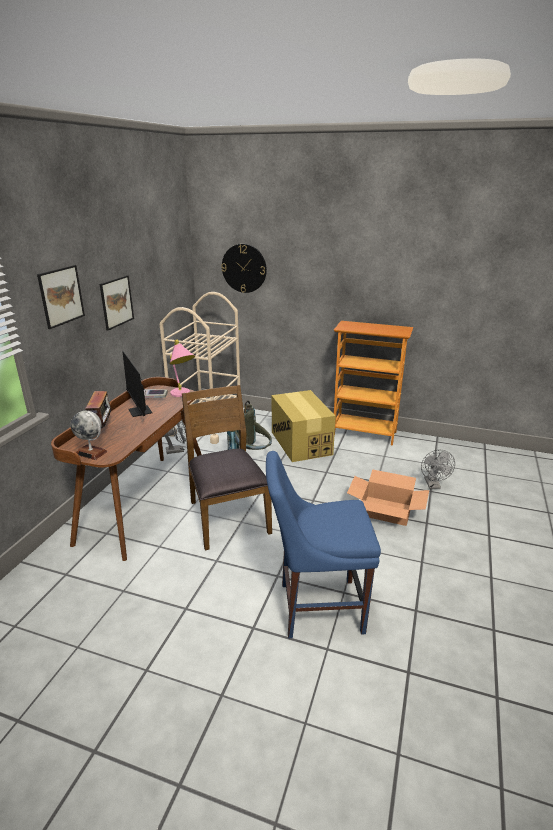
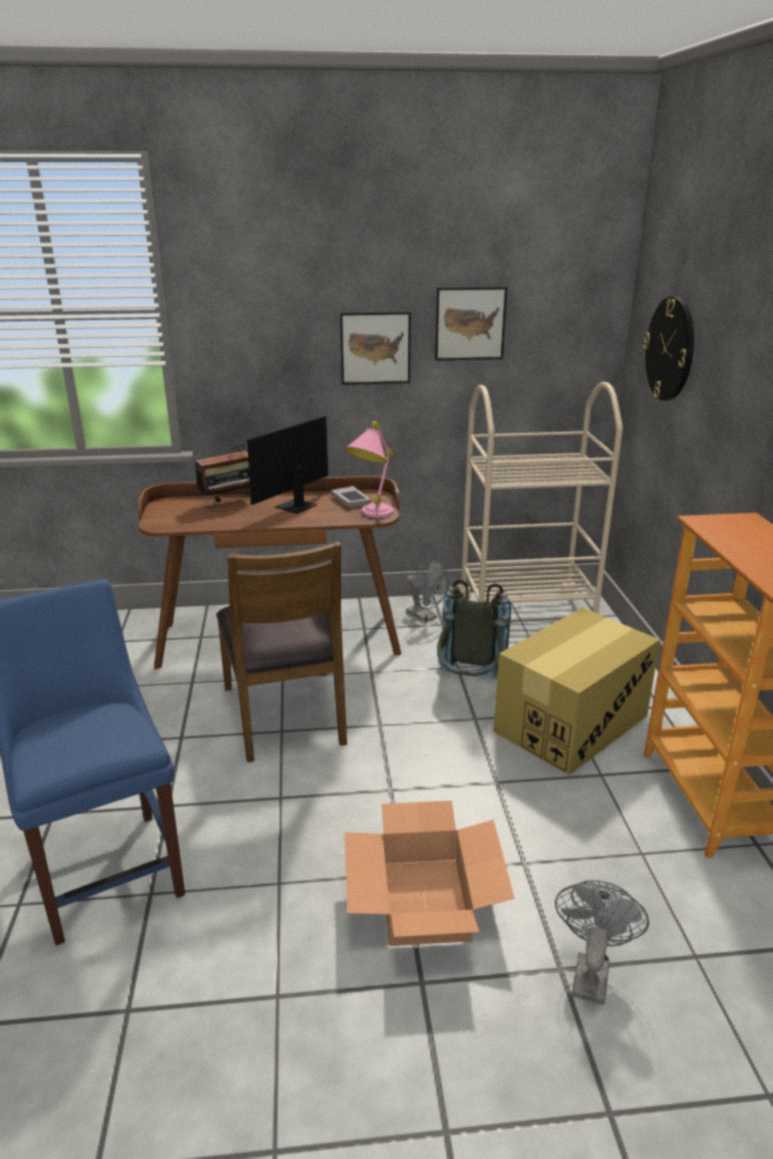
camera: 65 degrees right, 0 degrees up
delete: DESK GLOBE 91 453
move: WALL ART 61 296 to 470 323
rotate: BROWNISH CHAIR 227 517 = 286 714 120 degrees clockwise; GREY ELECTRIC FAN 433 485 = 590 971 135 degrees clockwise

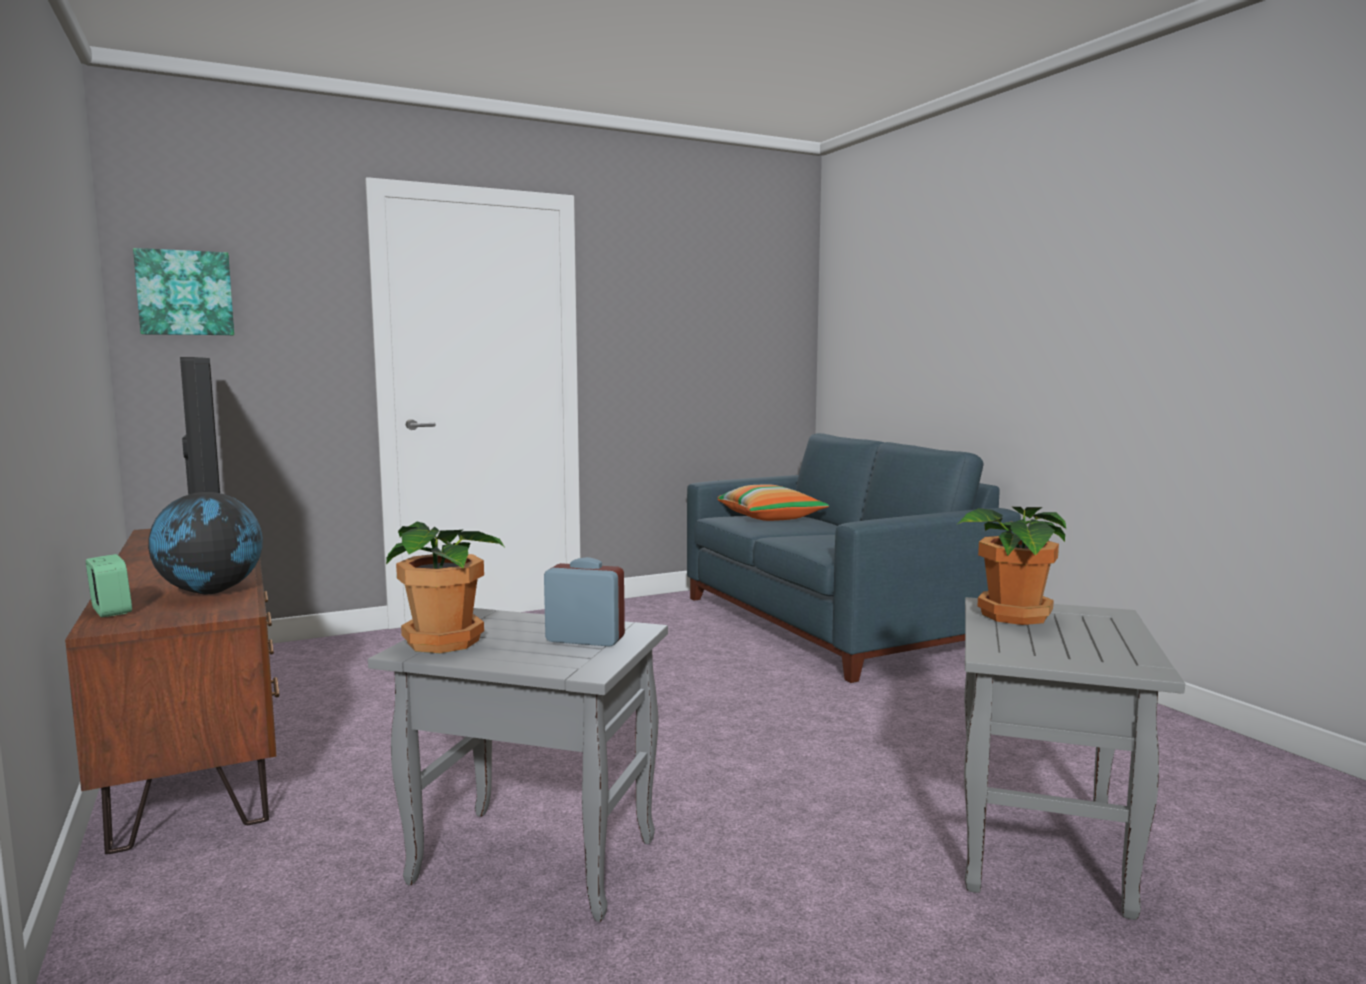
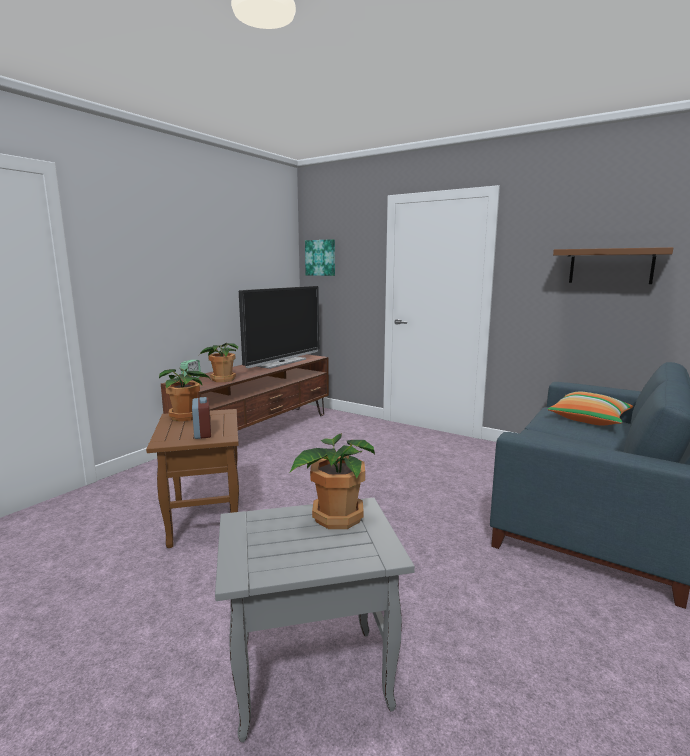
camera: 60 degrees right, 5 degrees up
insert: BROWNISH WALL SHELF 611 266
replace: DESK GLOBE 211 591 to HOUSEPLANT 222 379
recolor: GREY ACCENT TABLE 529 862 to BROWNISH ACCENT TABLE 204 519

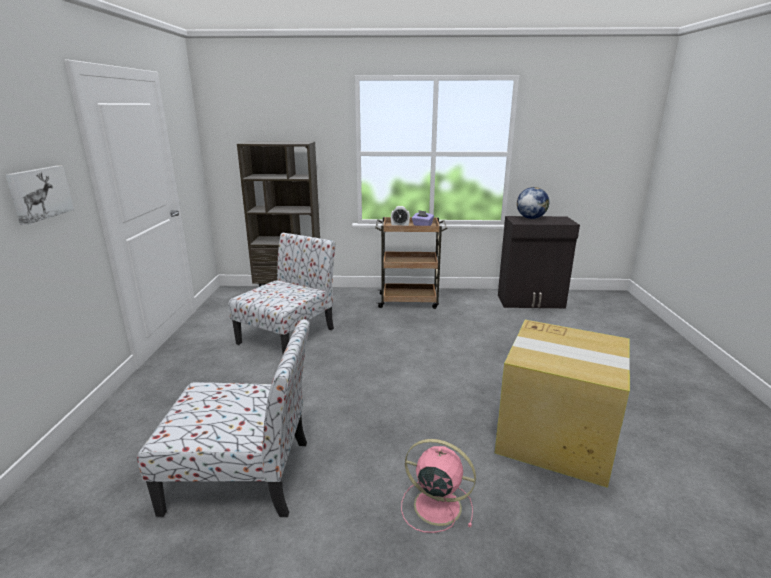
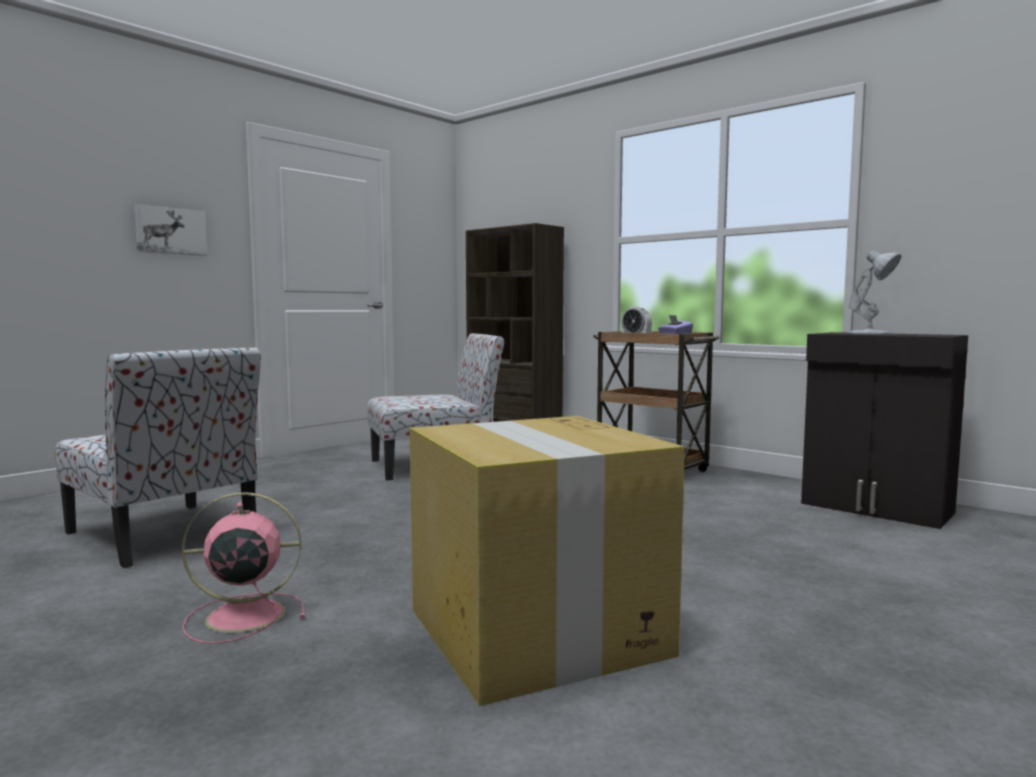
camera: 40 degrees right, 15 degrees down
replace: DESK GLOBE 530 218 to WHITE TABLE LAMP 872 333
rotate: PINK-COLOURED ELECTRIC FAN 435 505 = 242 616 75 degrees counterclockwise

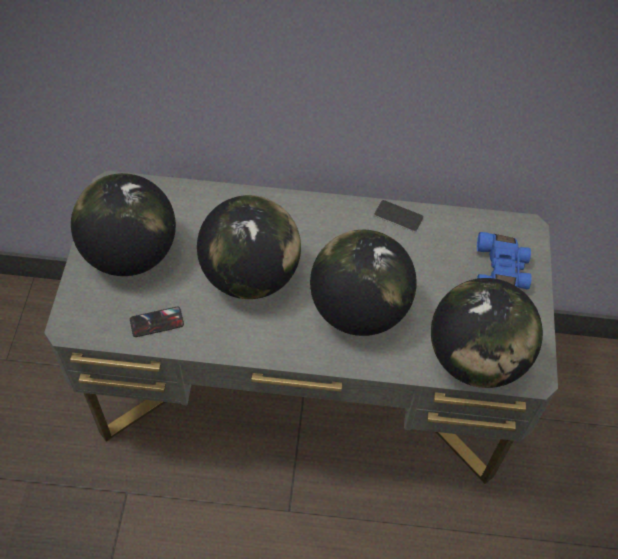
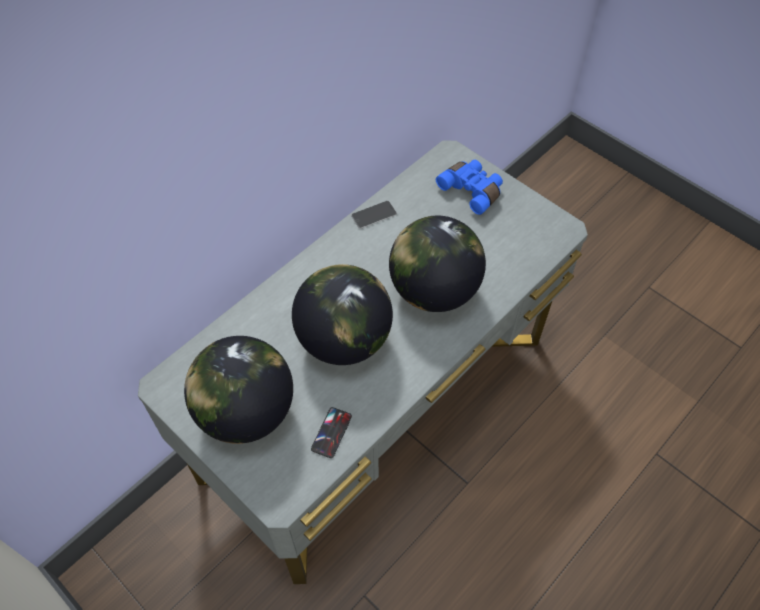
camera: 50 degrees left, 0 degrees up
delete: DESK GLOBE 475 359

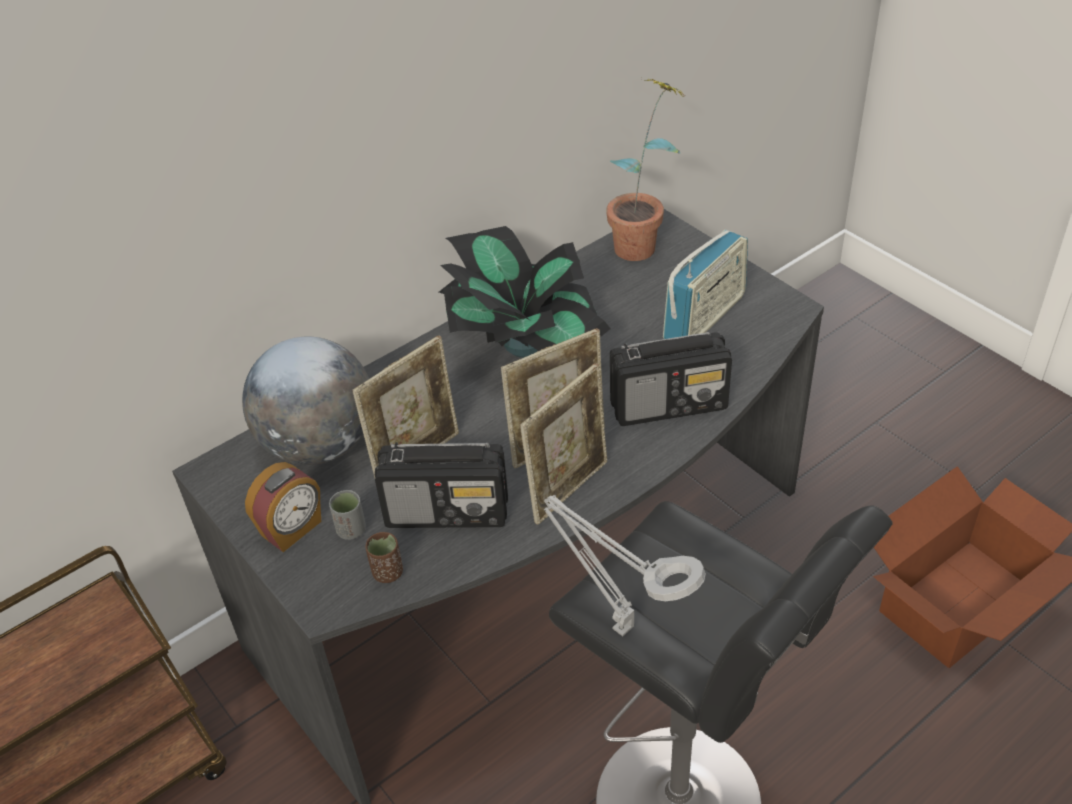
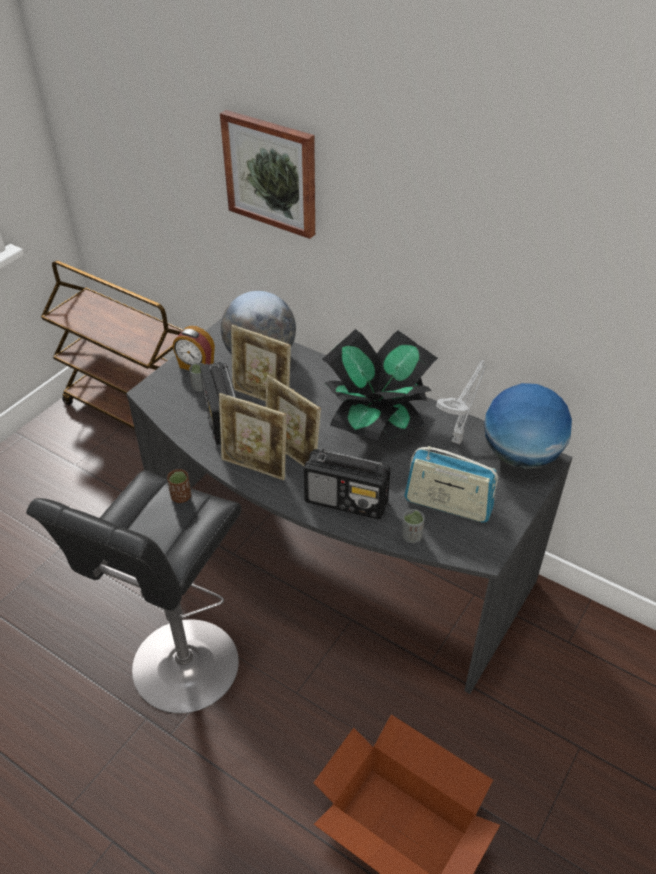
camera: 70 degrees right, 0 degrees up
insert: WALL ART 271 173; GREY CUP 411 536
move: BROWNISH CUP 387 572 to 181 496; GREY TABLE LAMP 618 625 to 458 439
replace: HOUSEPLANT 643 242 to DESK GLOBE 520 456
rotate: RADIO 669 405 = 347 501 45 degrees counterclockwise

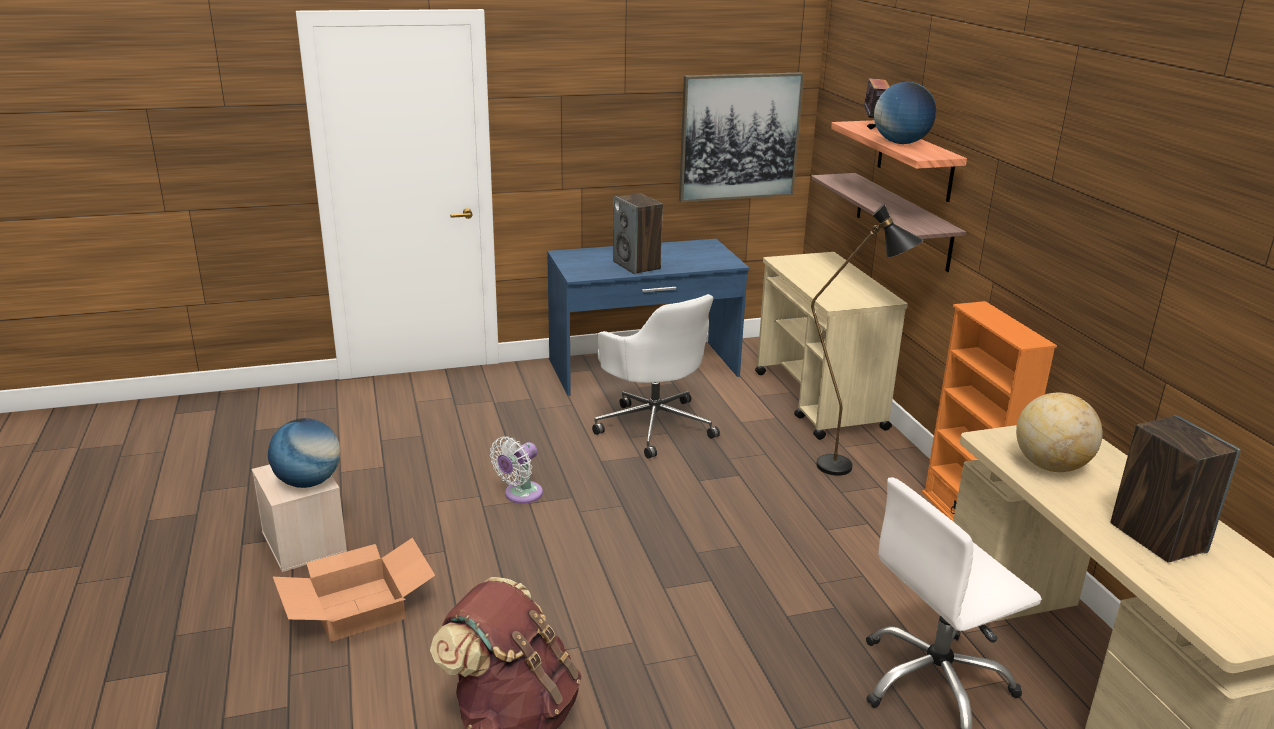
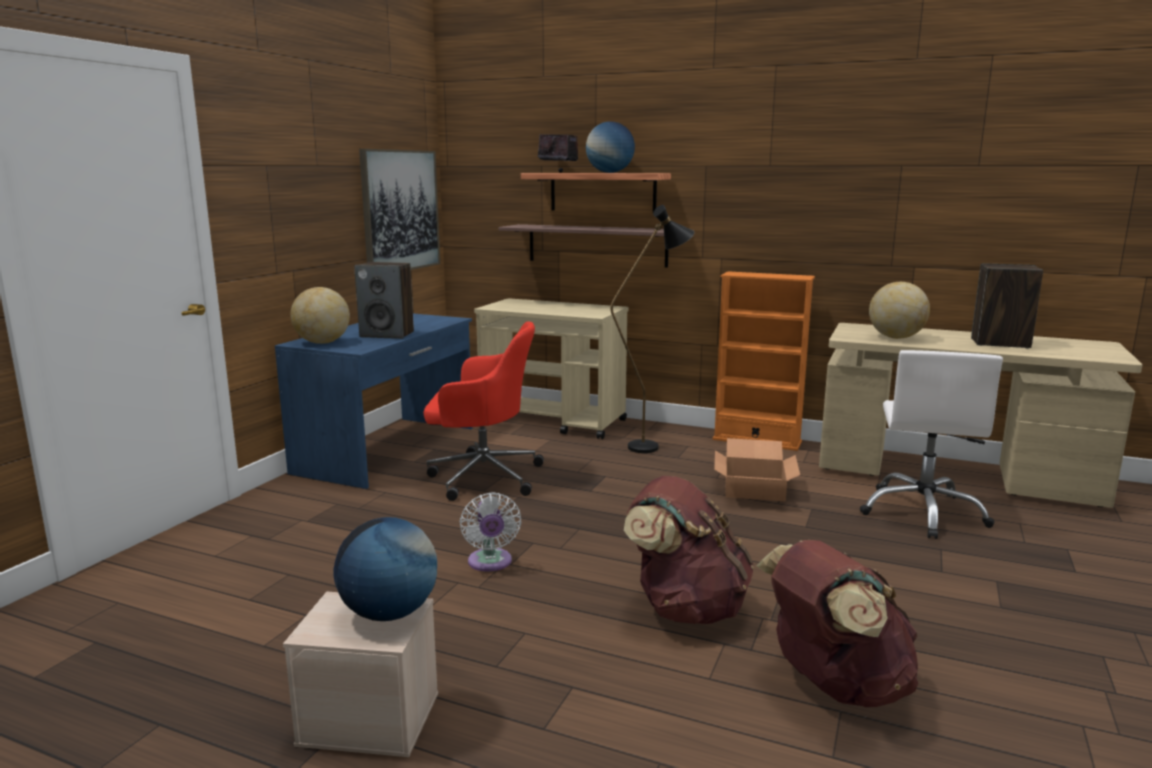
camera: 50 degrees left, 10 degrees down
insert: DESK GLOBE 322 343; BROWNISH RUCKSACK 685 608
move: PACKING BOX 359 607 to 753 487
recolor: WHITE COMPUTER CHAIR 654 425 to RED COMPUTER CHAIR 482 476

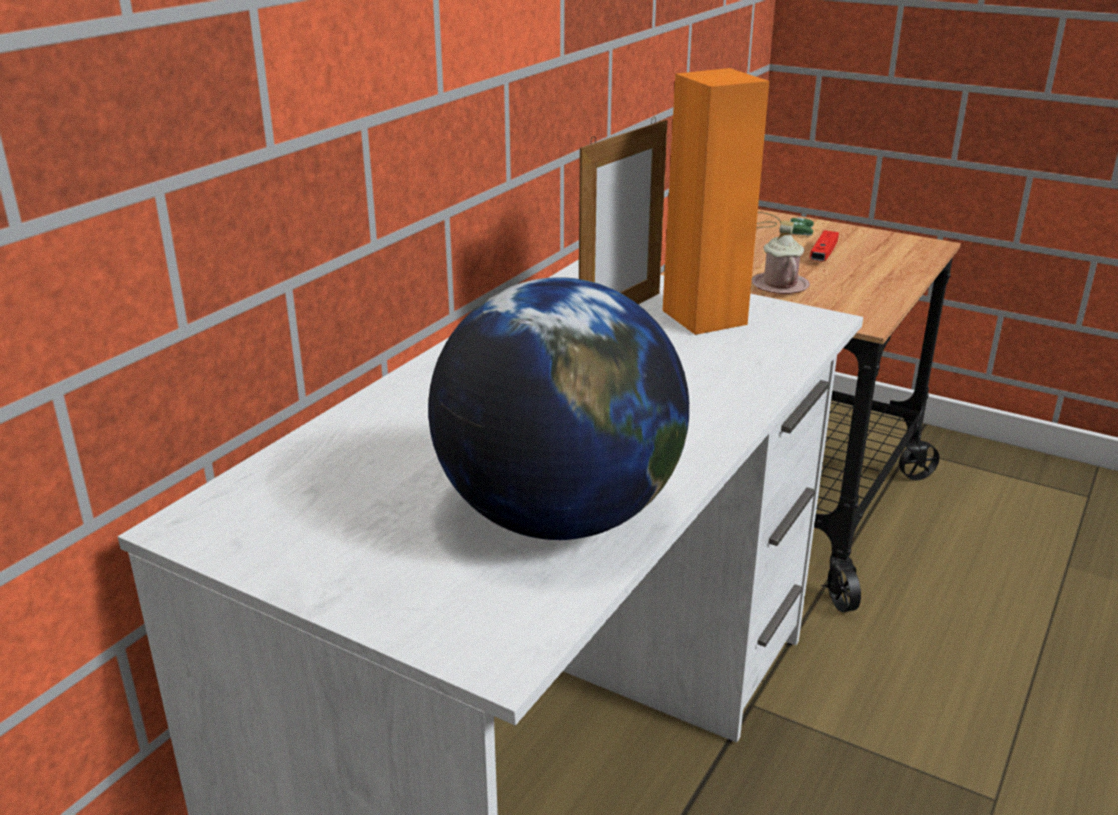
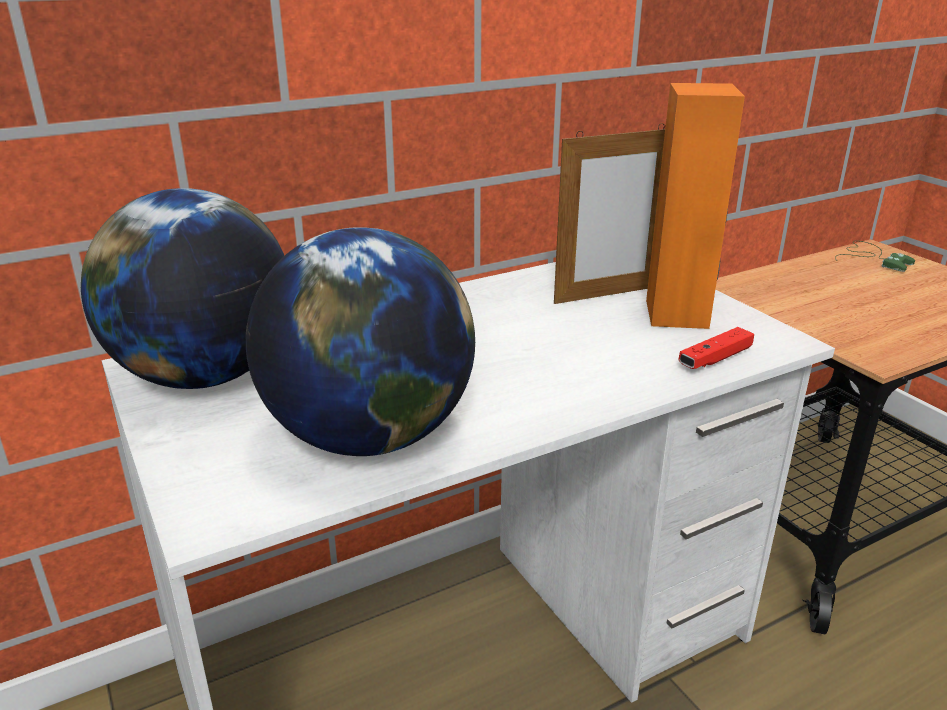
camera: 30 degrees right, 0 degrees up
delete: PINK-COLOURED COFFEE MUG 780 286
insert: DESK GLOBE 205 376
move: RED GAMEPAD 823 254 to 715 359

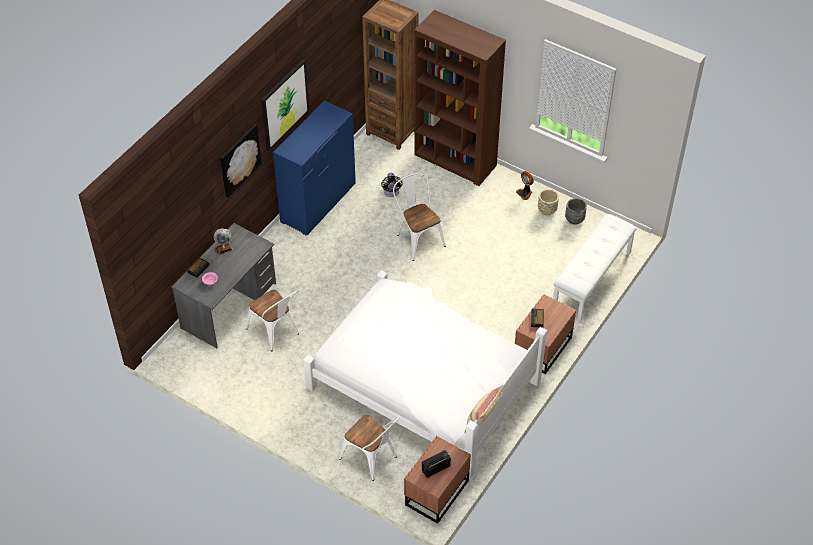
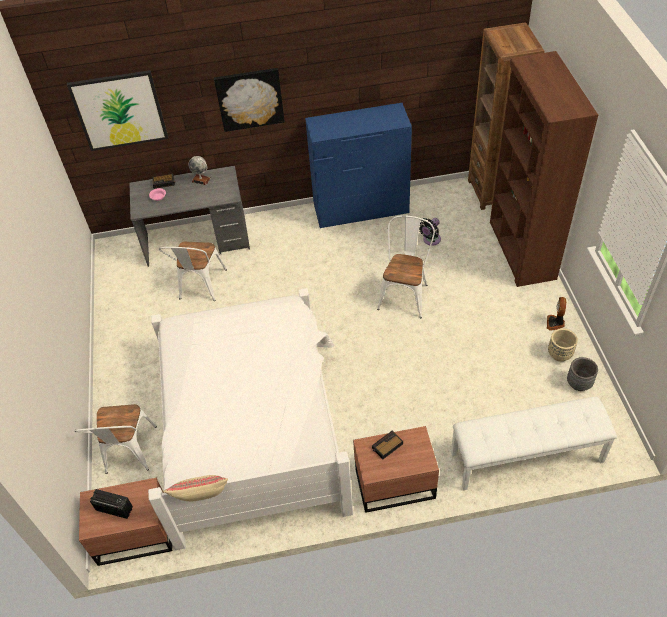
camera: 50 degrees right, 0 degrees up
move: WALL ART 284 104 to 119 110

